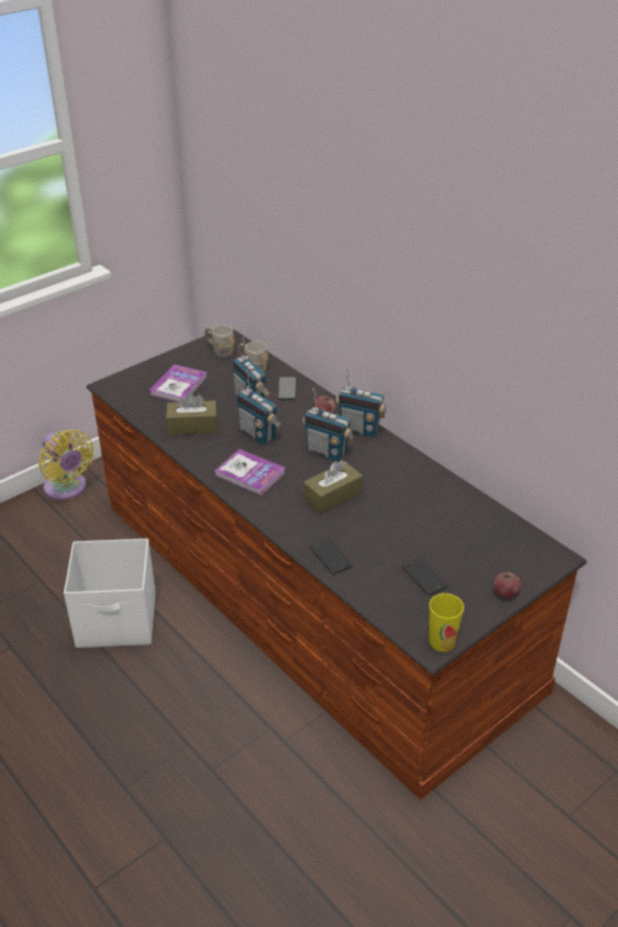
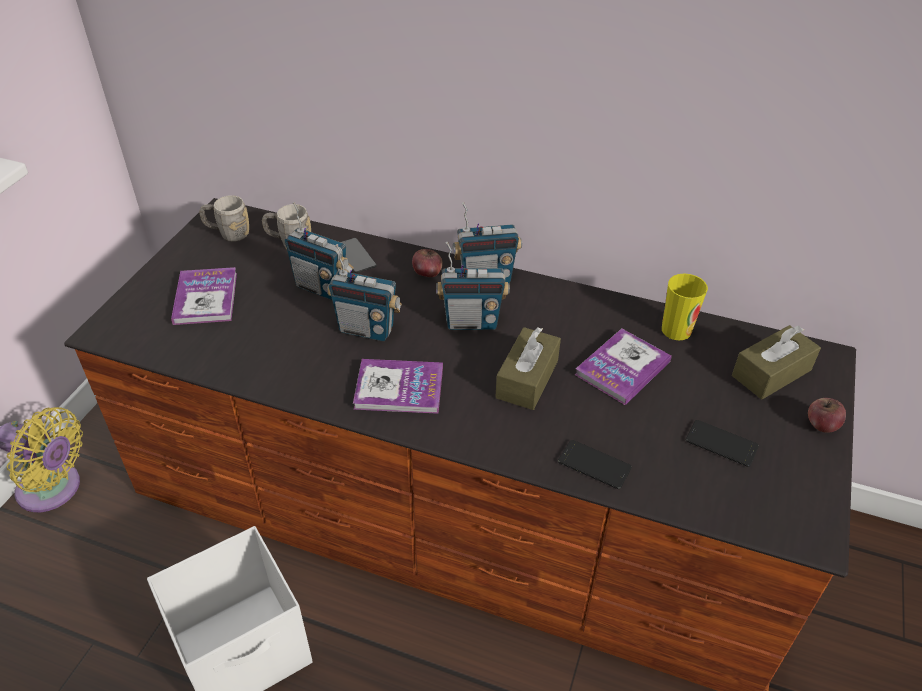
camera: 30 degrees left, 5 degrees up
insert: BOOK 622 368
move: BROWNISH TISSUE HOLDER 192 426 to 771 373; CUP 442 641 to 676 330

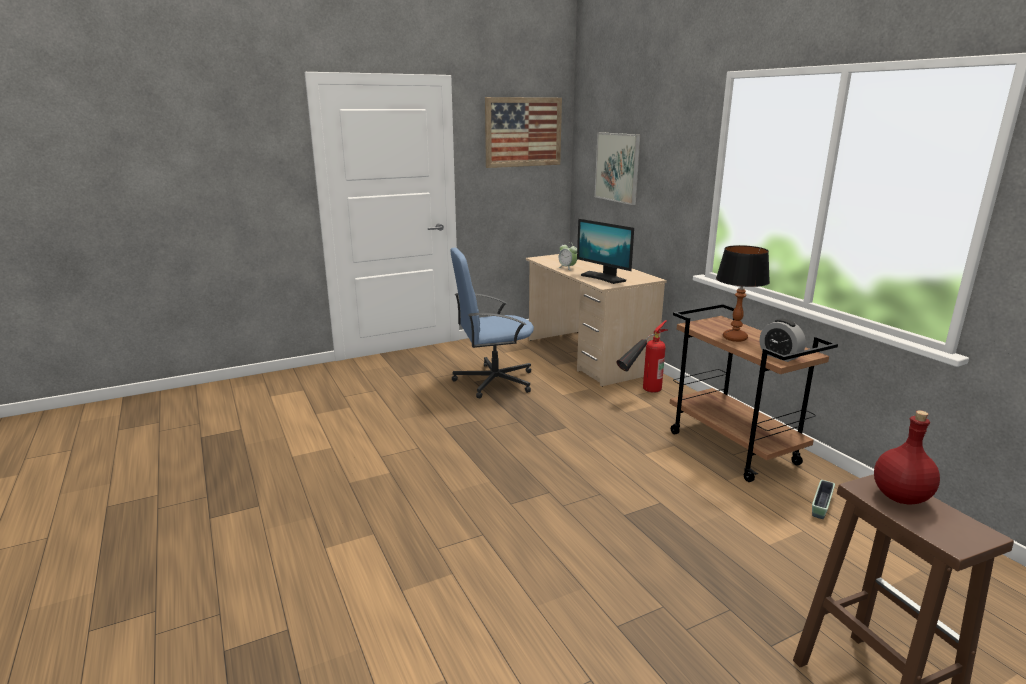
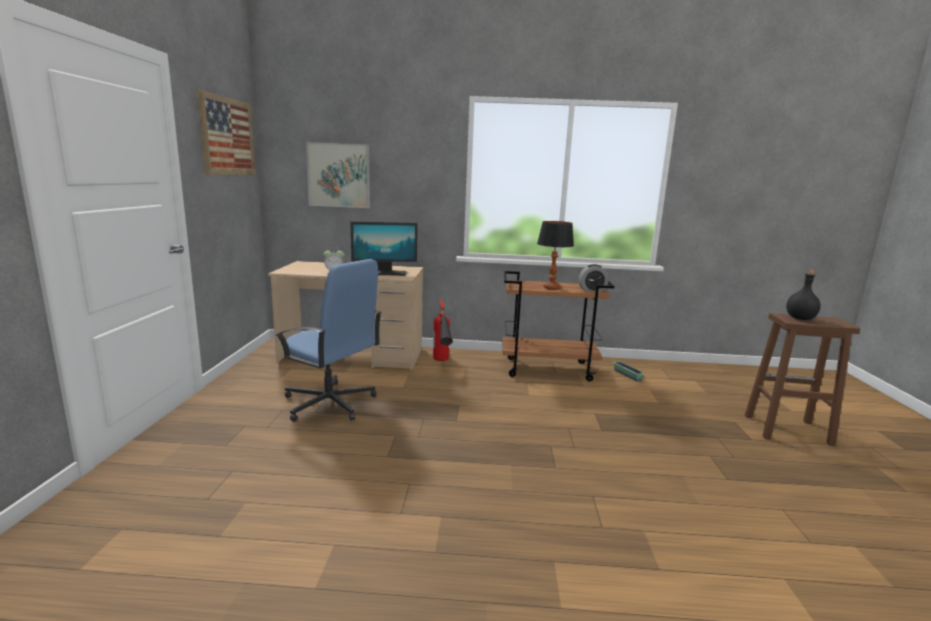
camera: 60 degrees left, 5 degrees down
recolor: RED DRINK BOTTLE 901 498 to BLACK-COLOURED DRINK BOTTLE 800 318
rotate: BLUISH COMPUTER CHAIR 493 381 = 330 403 75 degrees counterclockwise

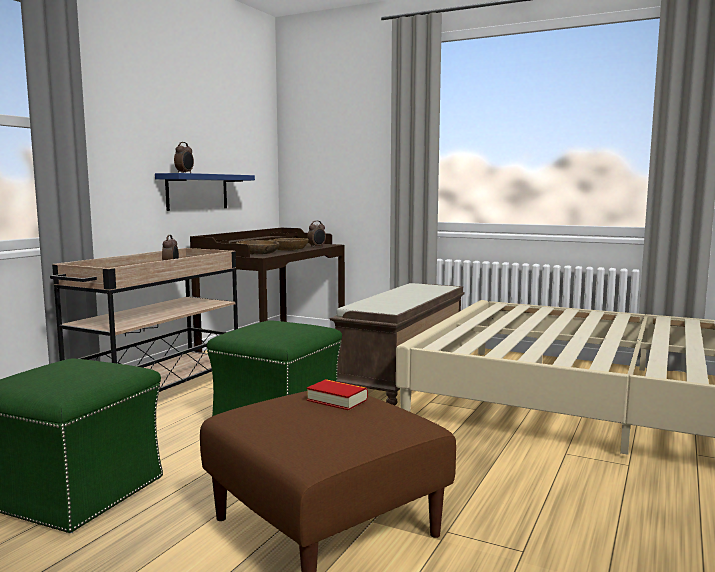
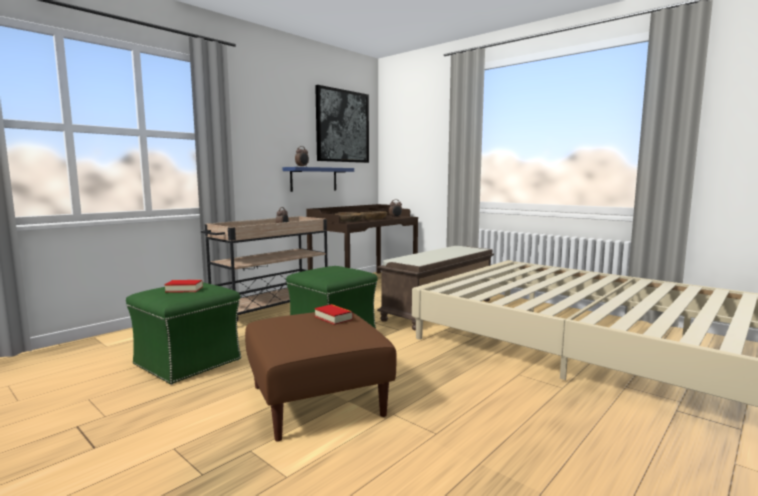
camera: 15 degrees right, 0 degrees up
insert: BOOK 184 289; WALL ART 342 126

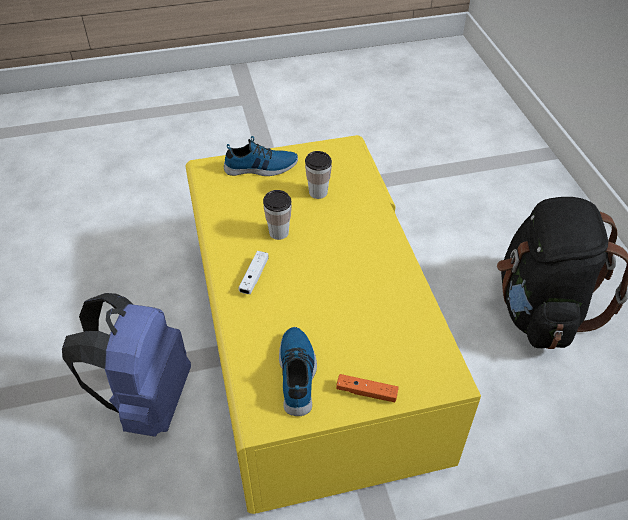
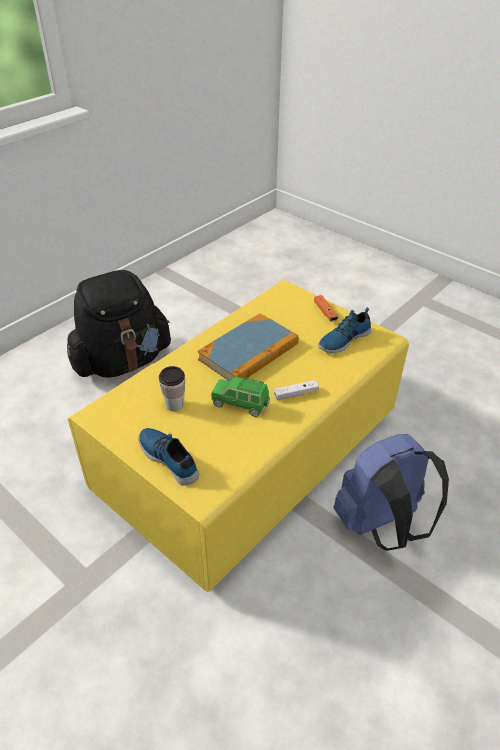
camera: 125 degrees left, 5 degrees down
insert: BOOK 249 352
replace: CUP 278 232 to GREEN MODEL CAR 241 404

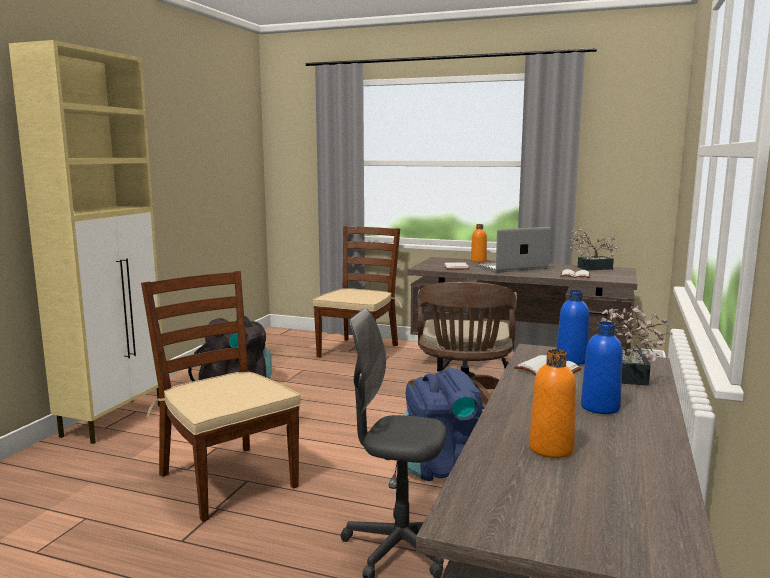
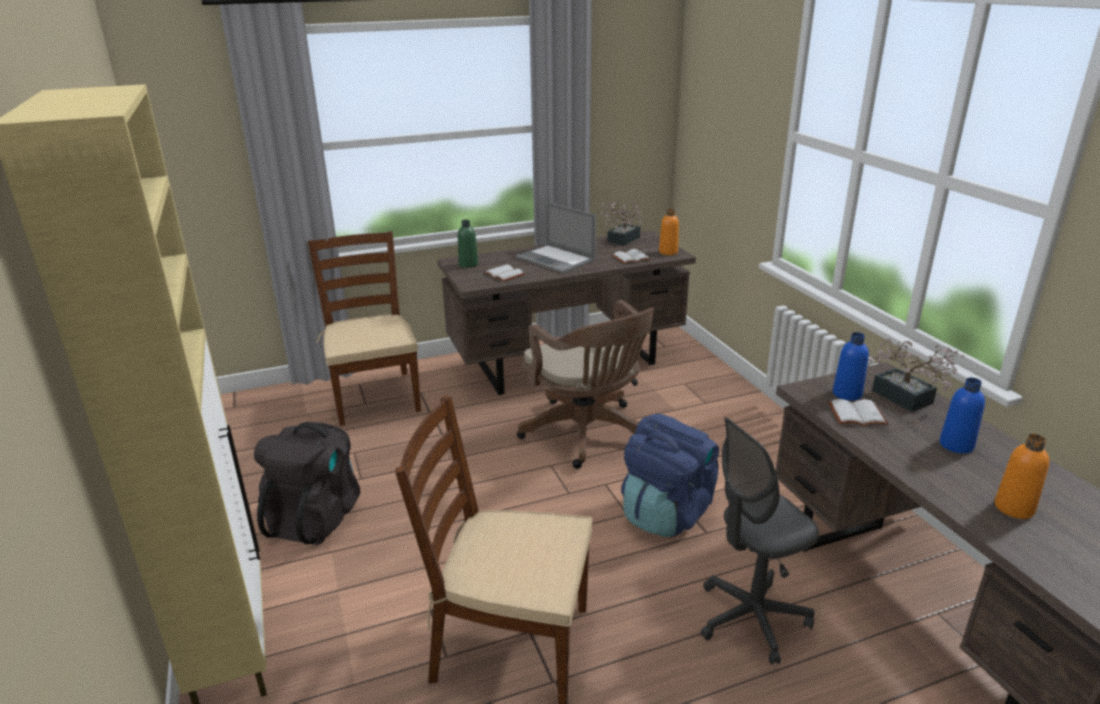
camera: 40 degrees left, 15 degrees up
insert: GREEN DRINK BOTTLE 468 264
move: ORANGE-COLOURED DRINK BOTTLE 478 261 to 668 252
rotate: PORTABLE COMPUTER 511 267 = 555 259 75 degrees counterclockwise

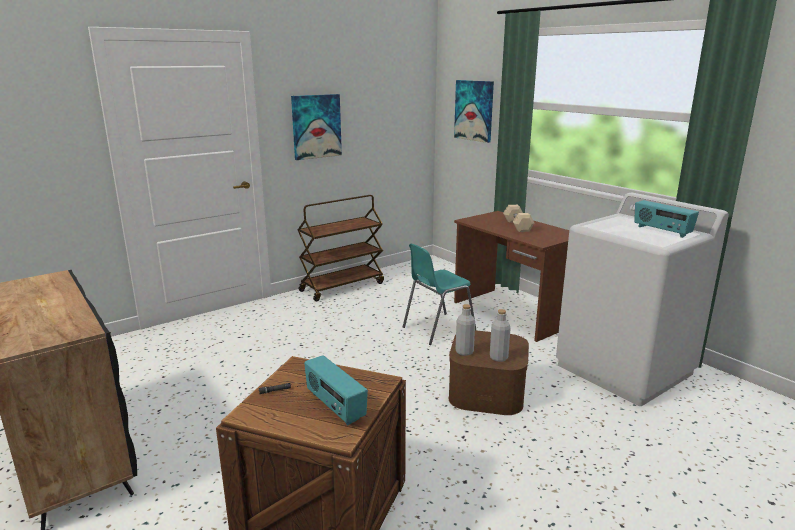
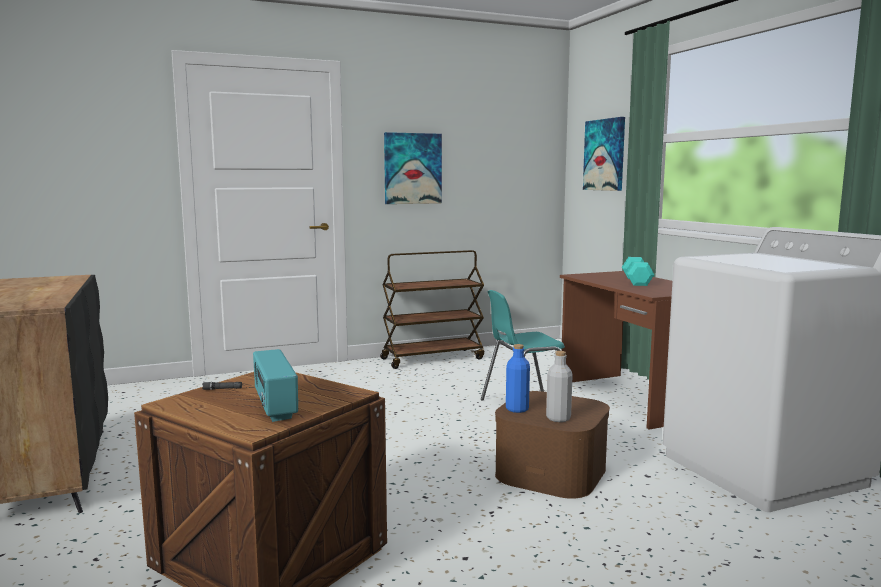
camera: 15 degrees right, 10 degrees down
delete: RADIO 661 231
recolor: GREY DRINK BOTTLE 464 352 to BLUISH DRINK BOTTLE 517 409; SAND-COLOURED DUMBBELL 517 226 to BLUE-GREEN DUMBBELL 636 281

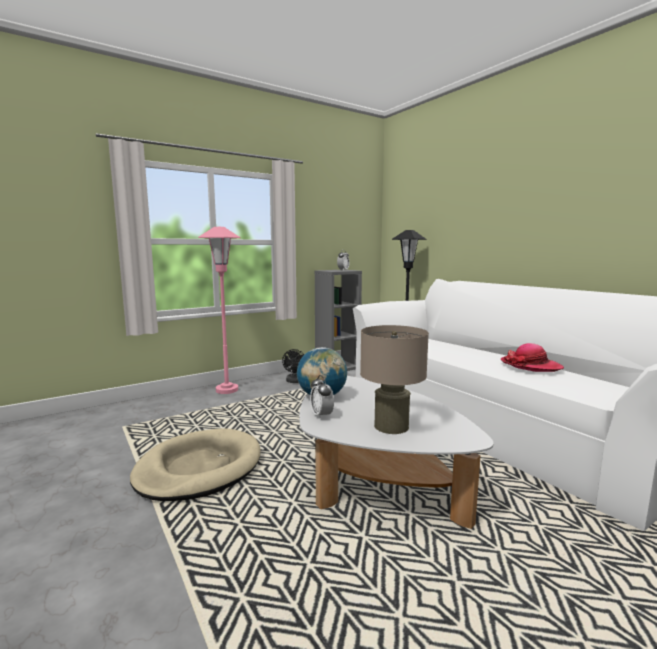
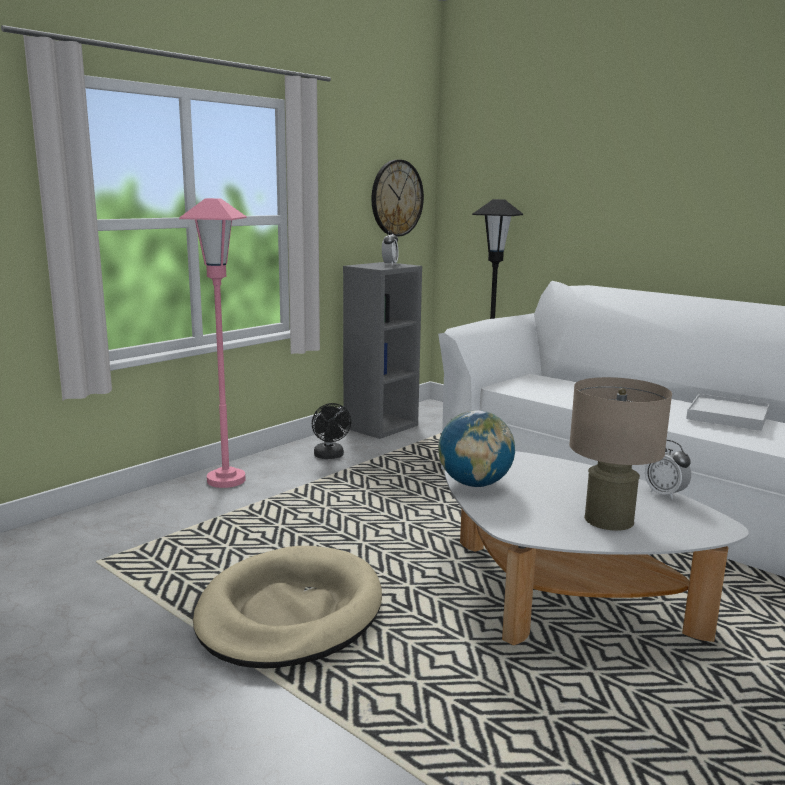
camera: 15 degrees left, 5 degrees up
insert: WALL CLOCK 396 198
move: TABLE CLOCK 321 415 to 665 494
replace: CLOTHING HAT 530 366 to WHITE CARRYING TRAY 728 416

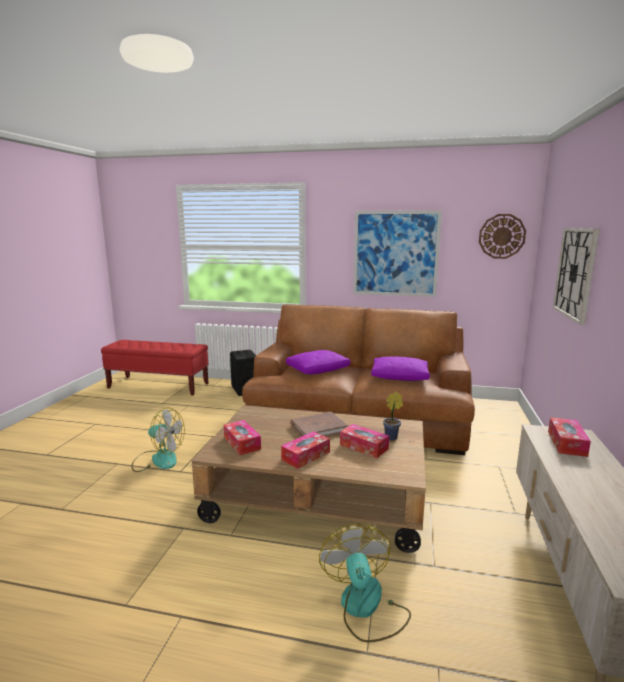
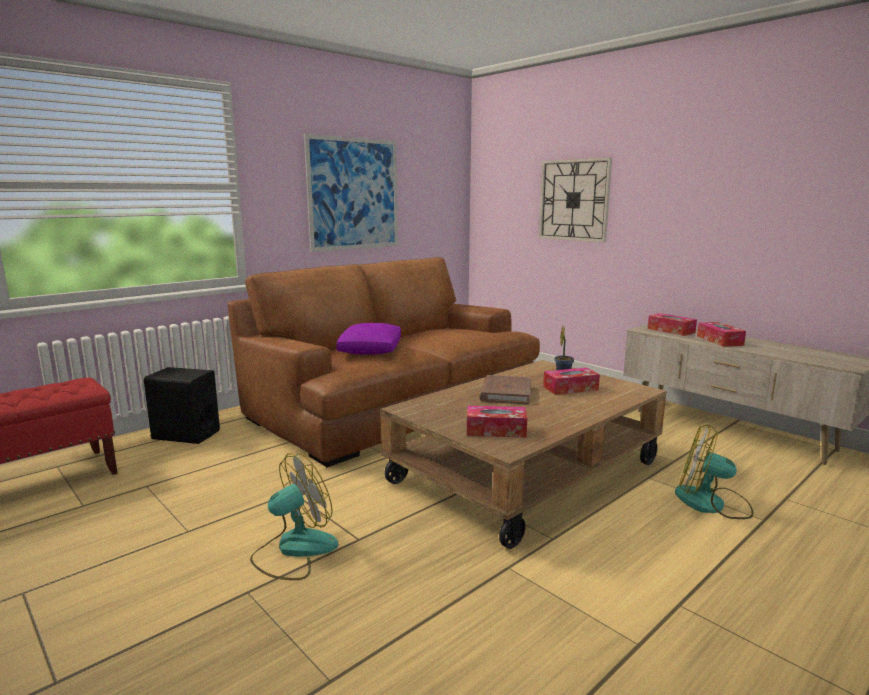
camera: 55 degrees left, 0 degrees up
delete: PURPLE THROW PILLOW 400 377; WALL CLOCK 501 236
move: TISSUE HOLDER 306 456 to 719 340

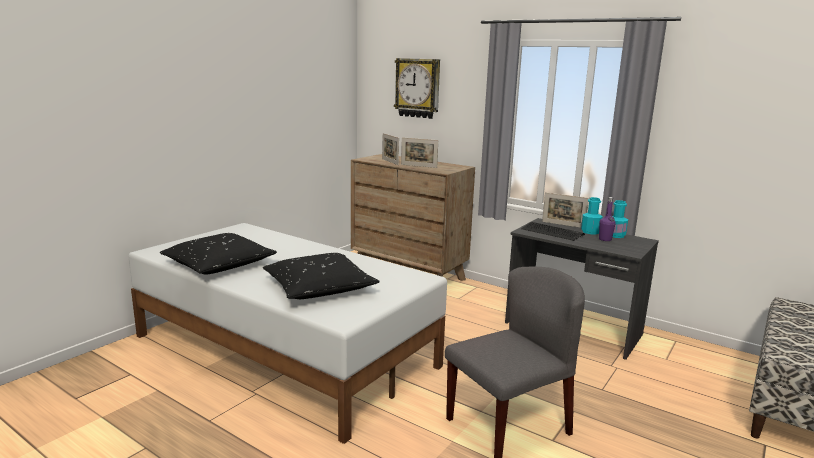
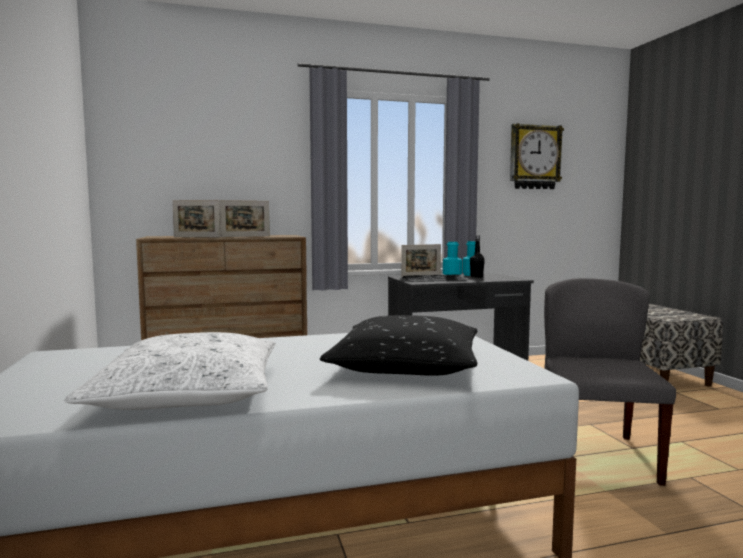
camera: 50 degrees left, 10 degrees down
move: WALL CLOCK 418 88 to 534 157
recolor: BLACK-COLOURED THROW PILLOW 219 264 to WHITE THROW PILLOW 189 393; PURPLE DRINK BOTTLE 605 239 to BLACK-COLOURED DRINK BOTTLE 476 277

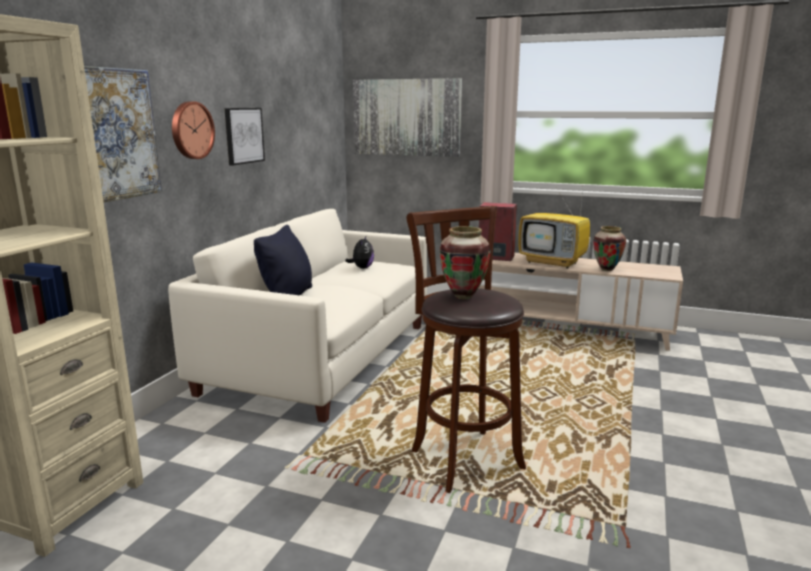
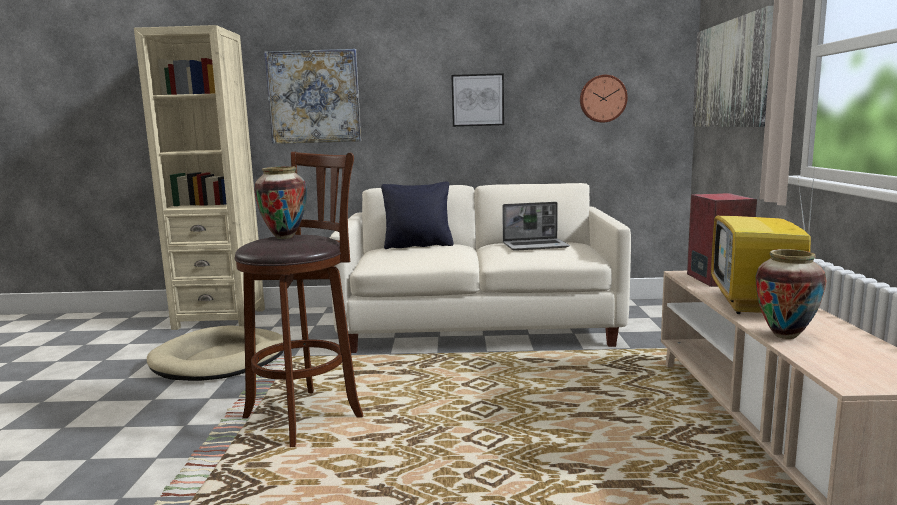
camera: 70 degrees right, 5 degrees down
insert: SAND-COLOURED PET BED 221 359
move: WALL CLOCK 191 130 to 602 98
replace: PLUSH TOY 362 268 to PORTABLE COMPUTER 536 246

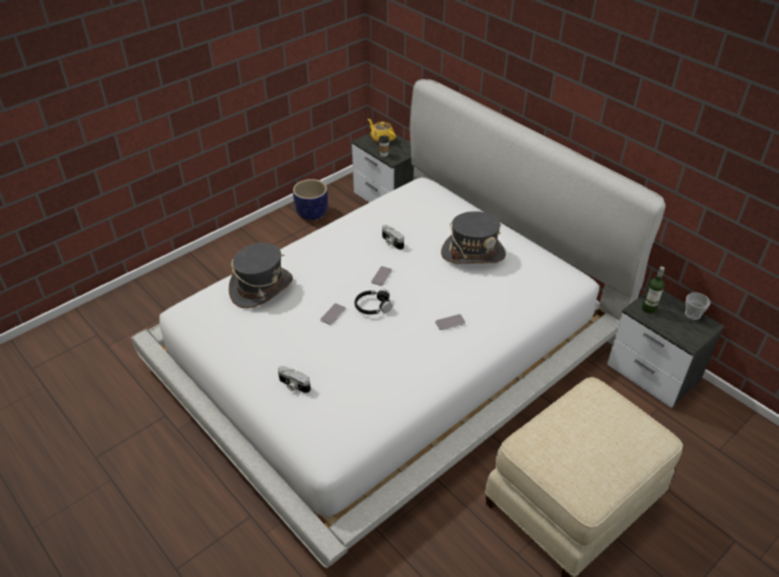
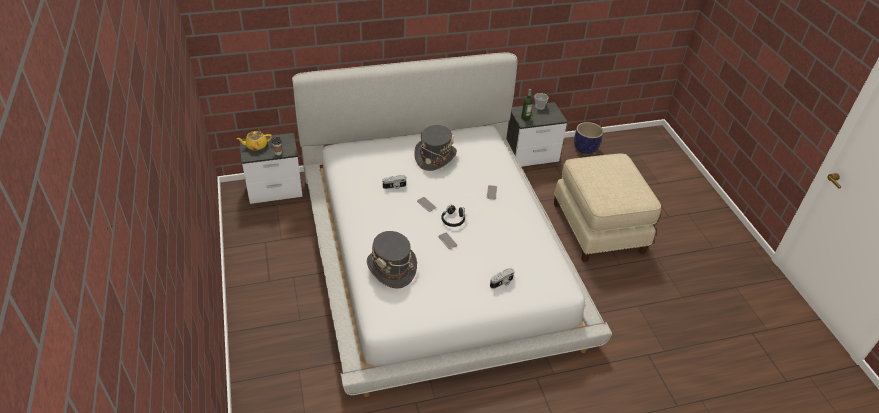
camera: 65 degrees left, 0 degrees up
move: PLANTER 312 214 to 585 149

